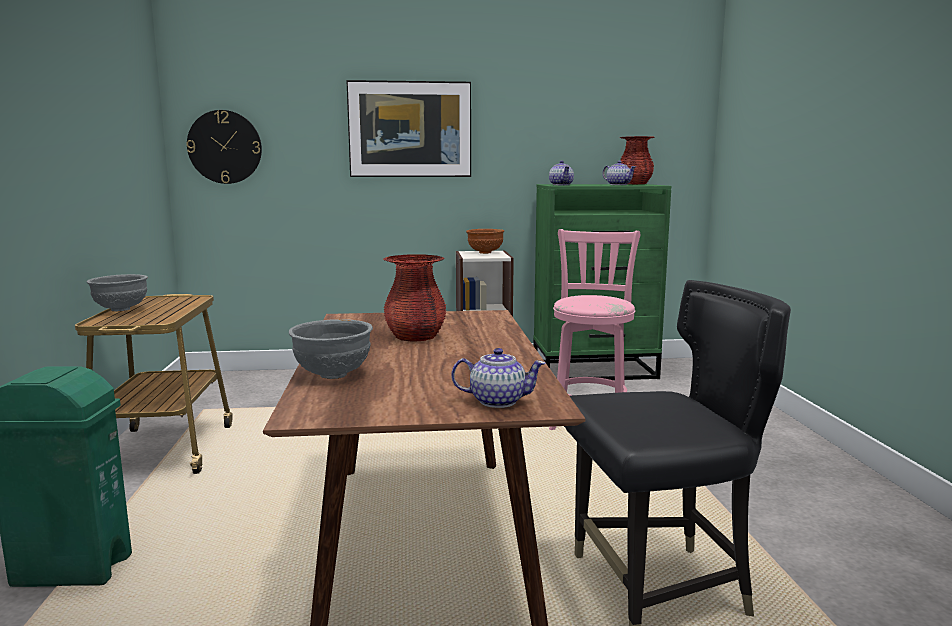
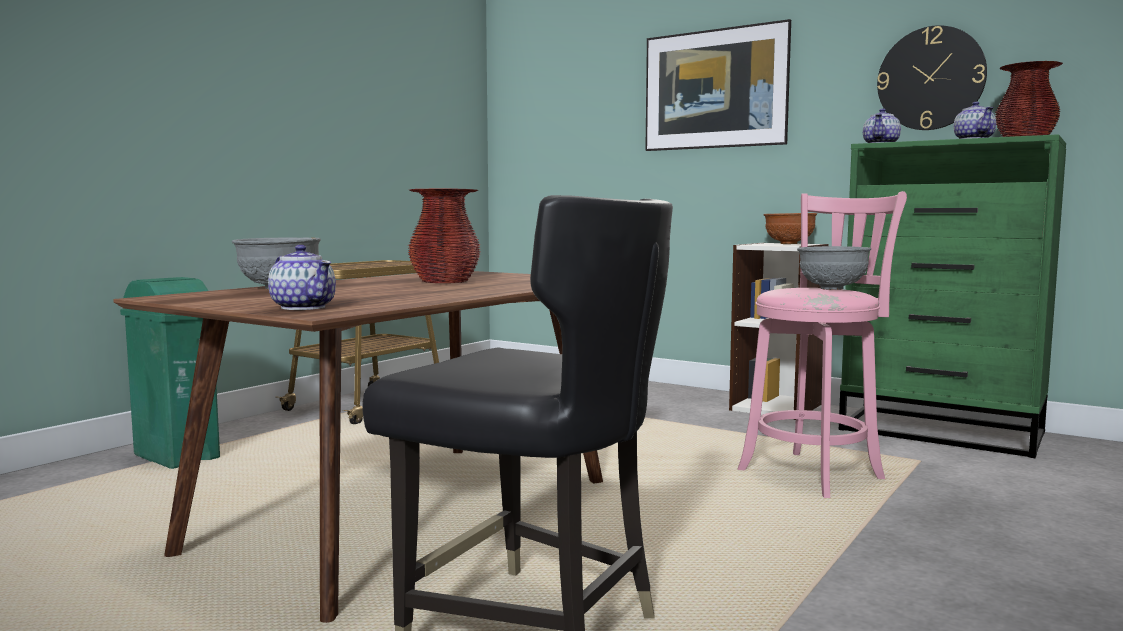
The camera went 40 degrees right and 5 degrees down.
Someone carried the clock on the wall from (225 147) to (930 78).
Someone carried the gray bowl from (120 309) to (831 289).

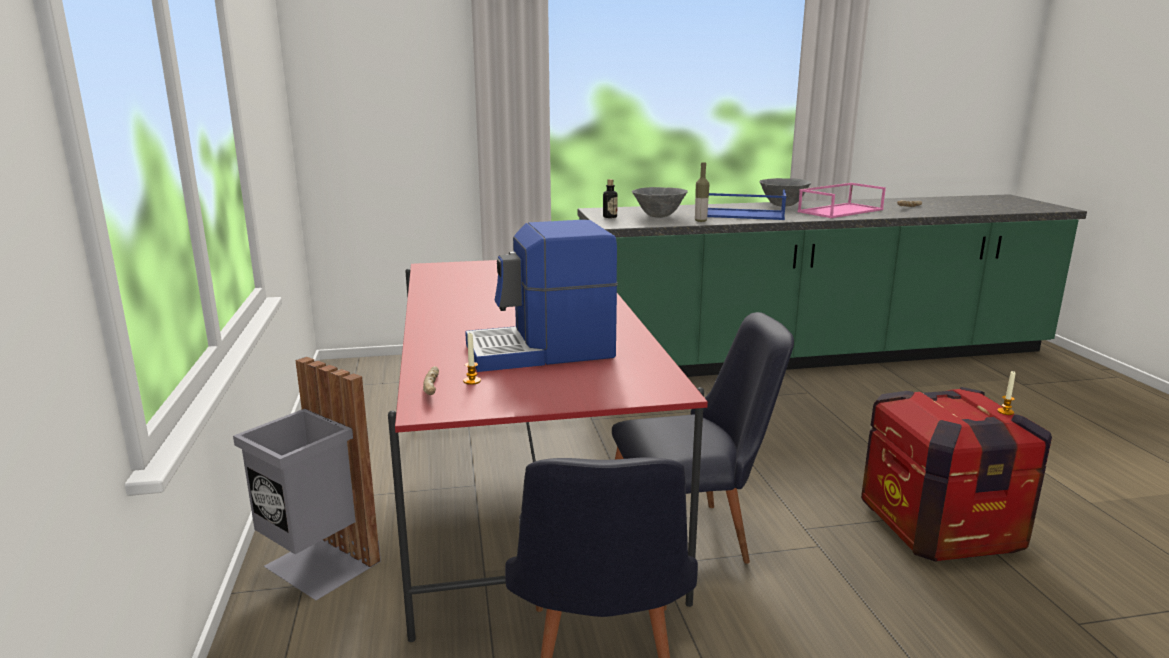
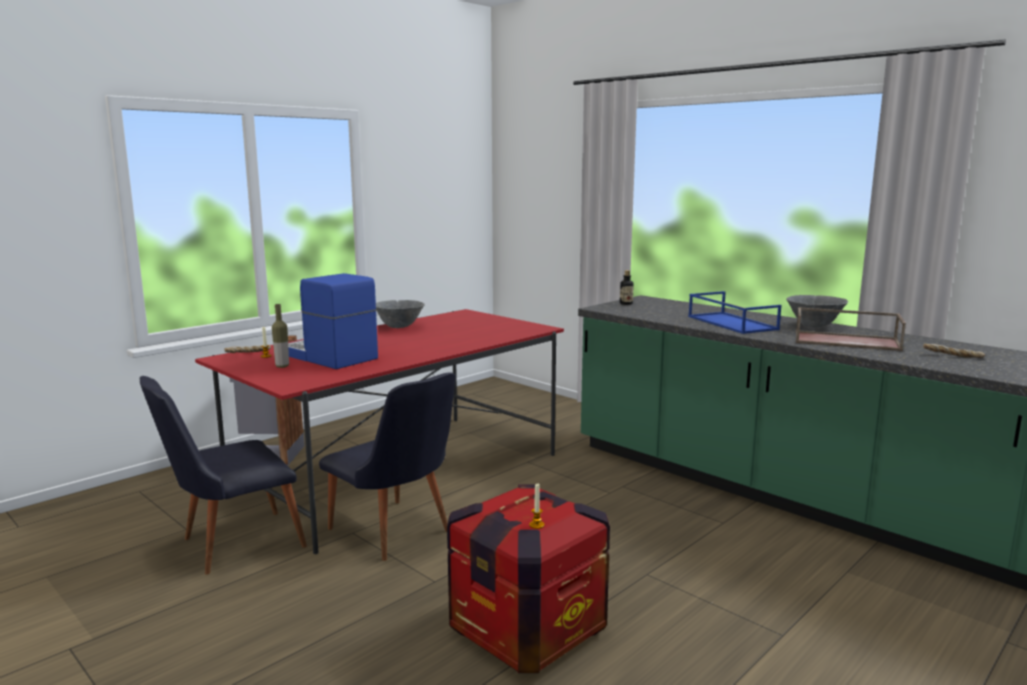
The camera went 55 degrees right and 5 degrees down.
Someone carried the bottle from (700 221) to (282 366).
Someone repainted the pink tray at (840 210), which became the brown tray at (847 341).
Someone carried the gray bowl from (658 217) to (399 327).

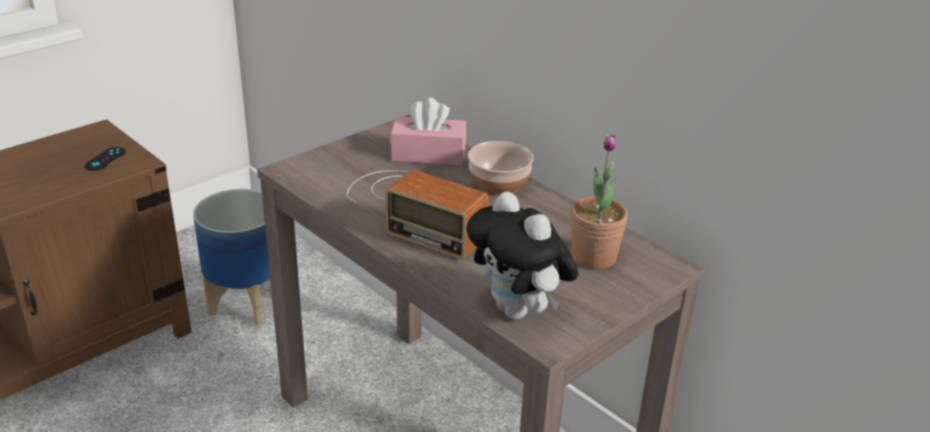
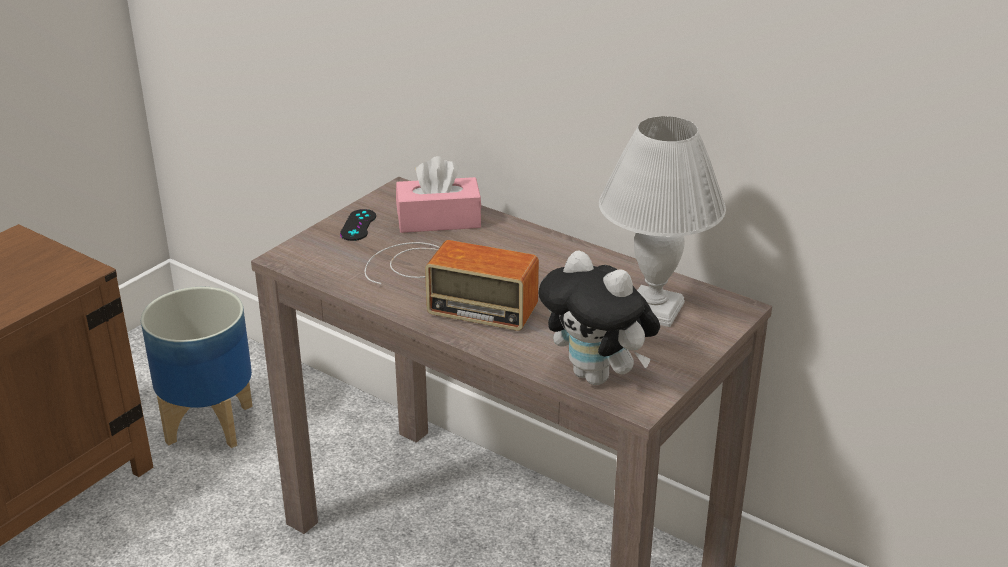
The camera went 10 degrees left and 0 degrees up.
Someone swapped the potted plant at (593 257) for the white tabletop lamp at (655 309).
Someone took away the bowl at (499 184).
Someone carried the blackish gamepad from (105 159) to (358 225).

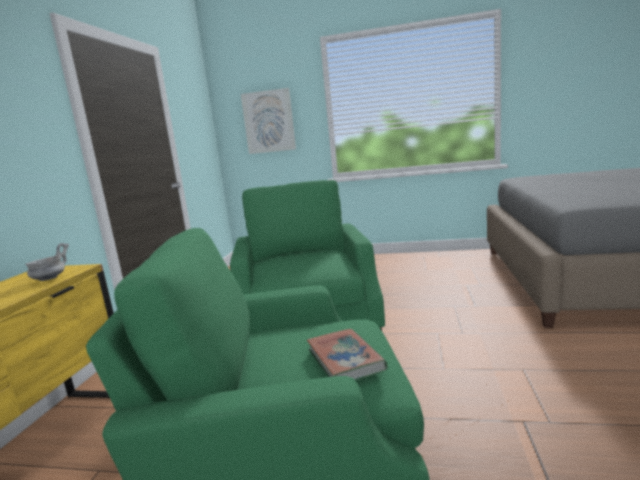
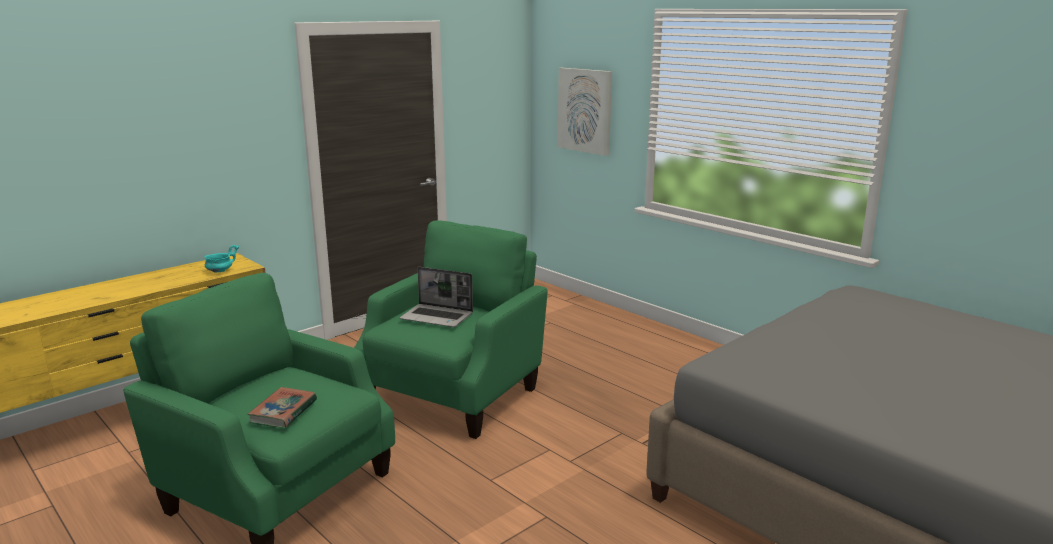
The camera went 35 degrees right and 5 degrees up.
Someone repainted the gray bowl at (50 279), which became the turquoise-coloured bowl at (220 271).
Someone put down the notebook computer at (438 317).

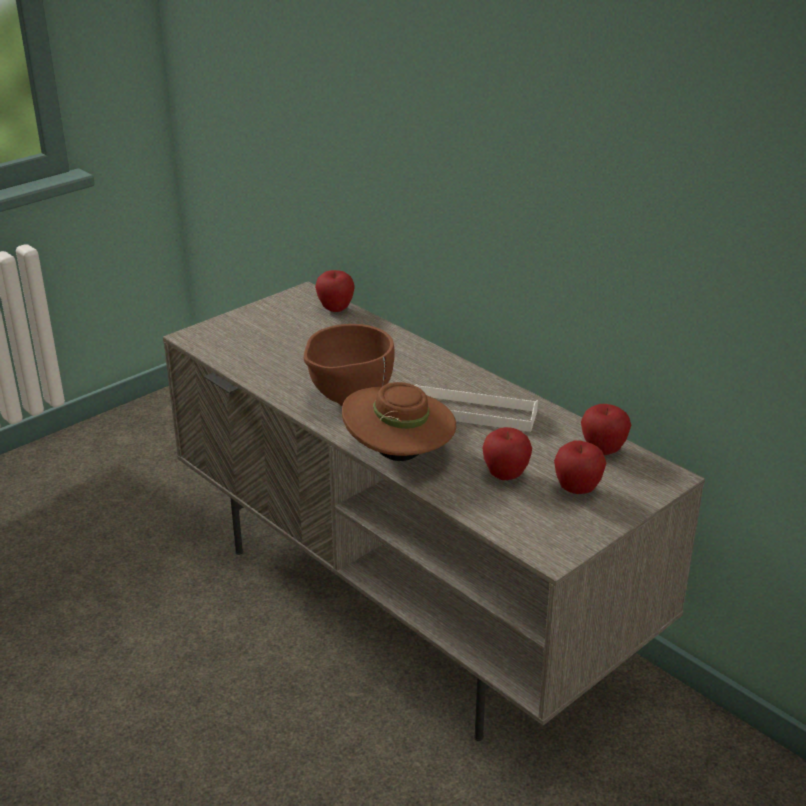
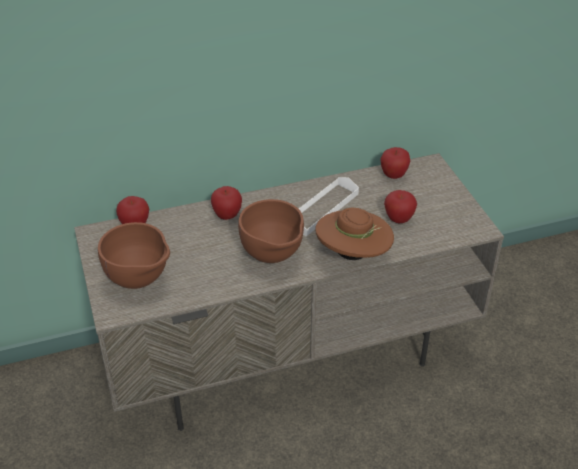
The camera went 65 degrees left and 10 degrees up.
Someone carried the apple fruit from (577 489) to (227 216).
Someone put down the brown bowl at (140 282).

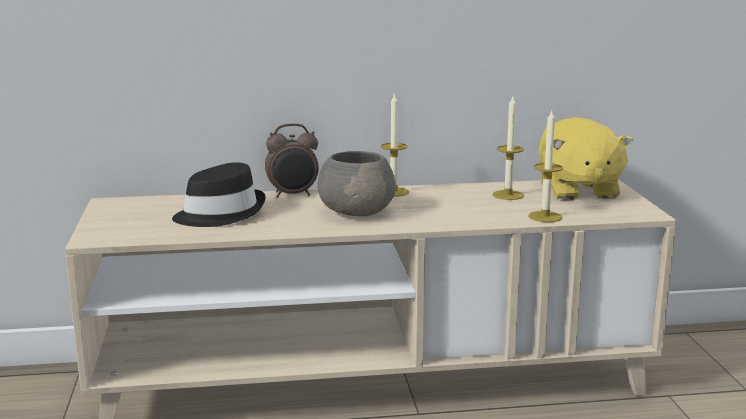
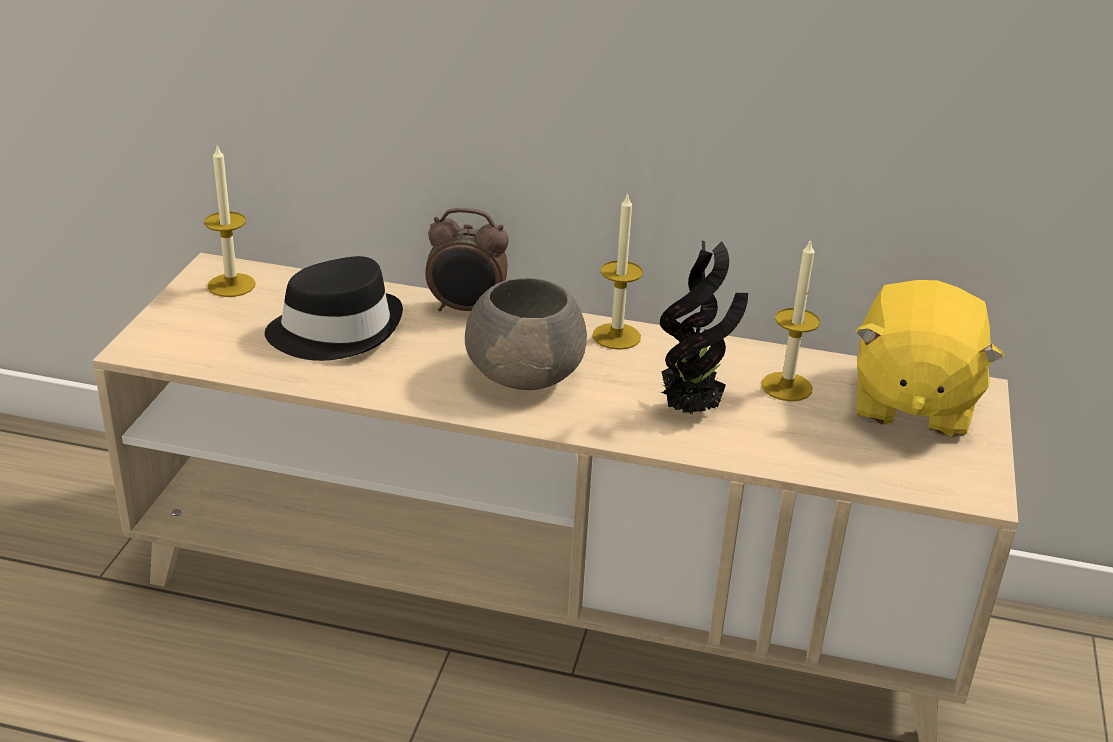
The camera went 20 degrees right and 15 degrees up.
Someone carried the candle from (545 216) to (231 285).
Someone put down the potted plant at (692 410).

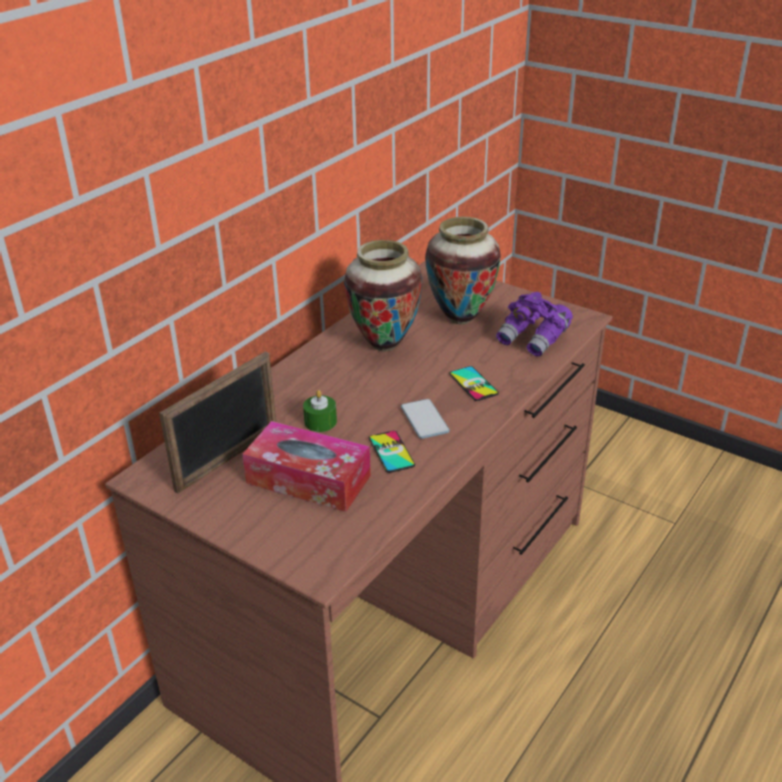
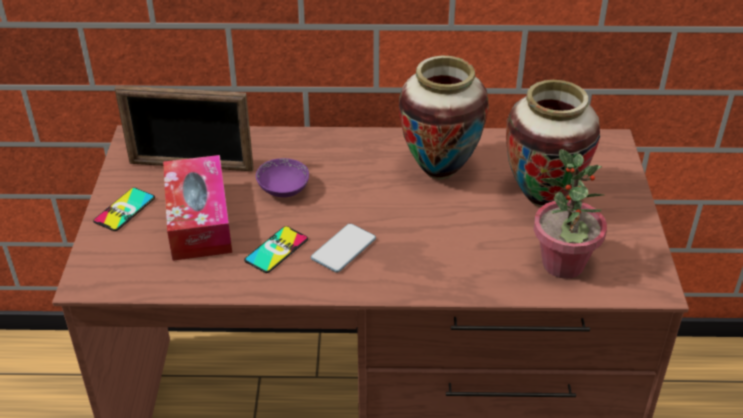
The camera went 55 degrees right and 5 degrees up.
Someone swapped the purple-coloured field glasses at (533 339) for the potted plant at (563 264).
Someone carried the phone from (473 384) to (124 209).
Someone swapped the green candle at (320 422) for the purple-coloured bowl at (283 189).

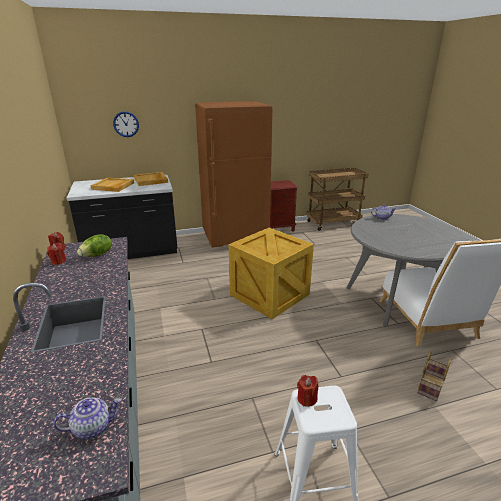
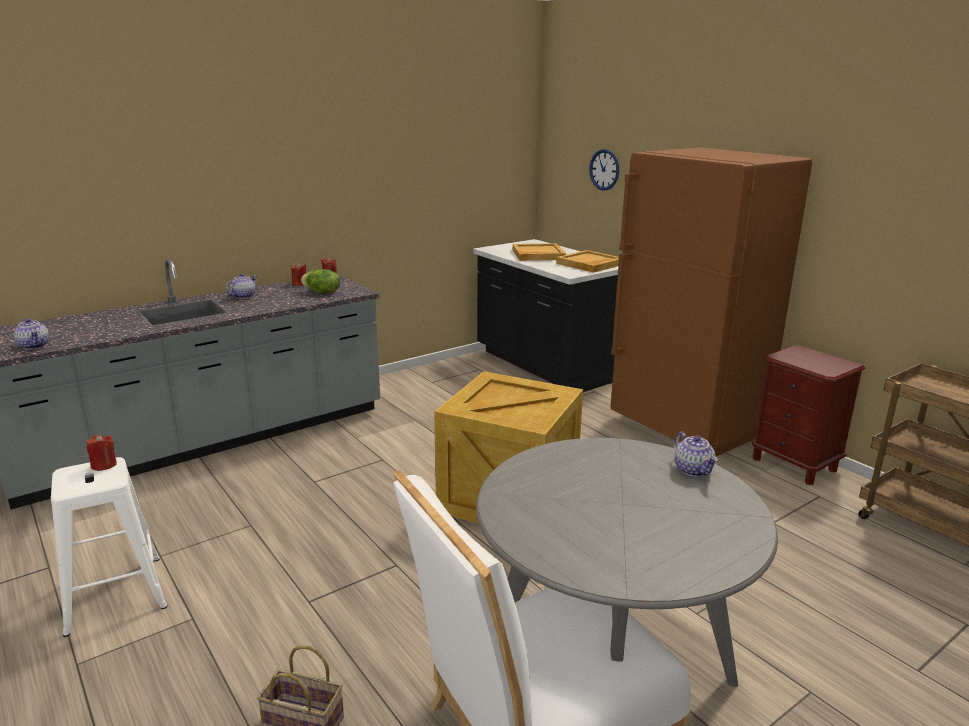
The camera went 70 degrees right and 5 degrees down.
Someone put down the pot for tea at (243 296).

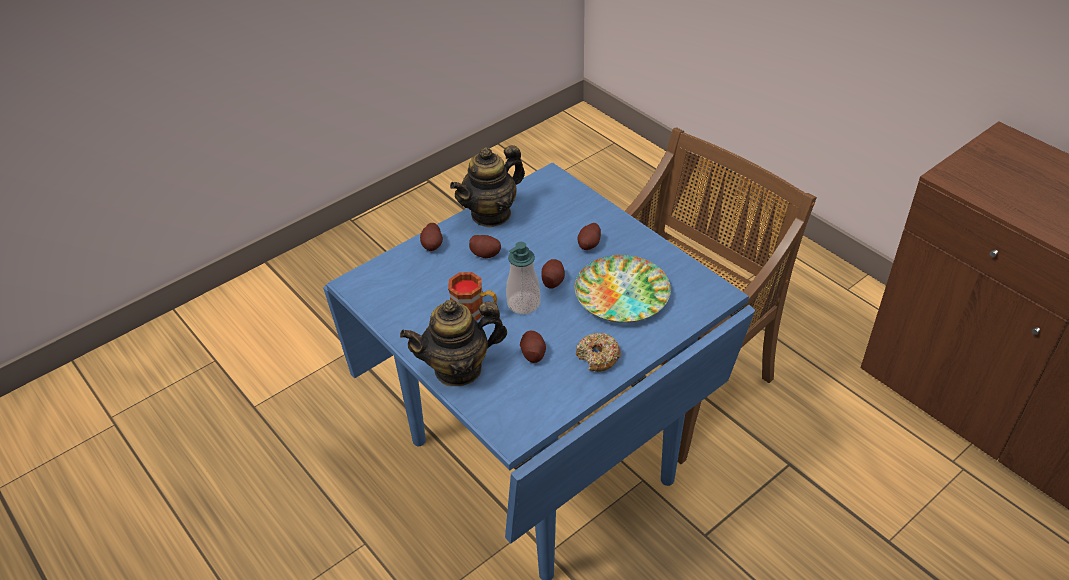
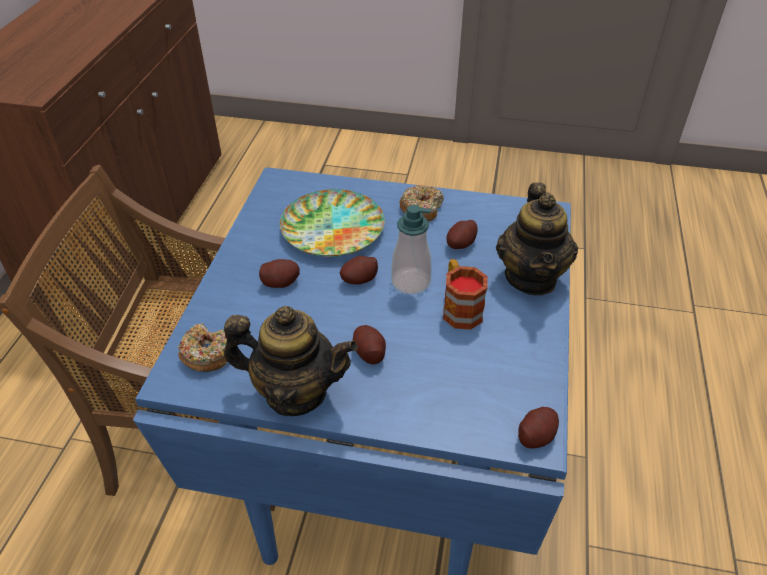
The camera went 130 degrees left and 0 degrees up.
Someone carried the whole potato from (432 245) to (536 435).
Someone rotated the pot for tea at (458 369) by 60 degrees clockwise.
Someone put down the donut at (207 354).

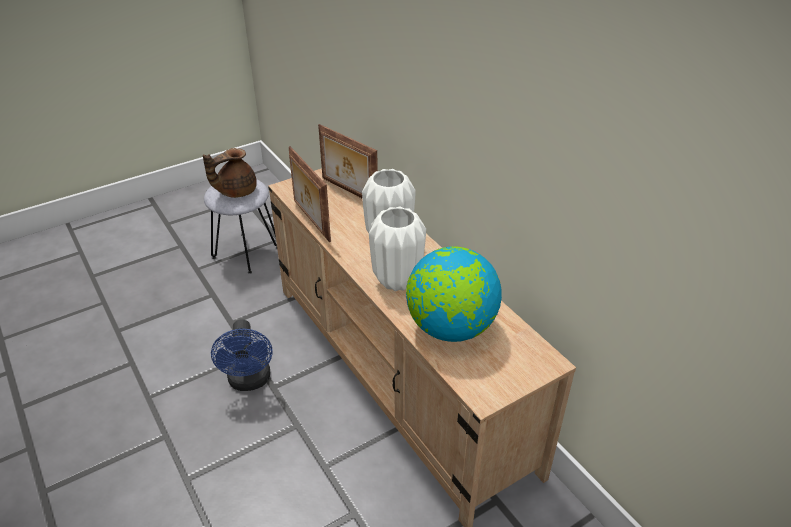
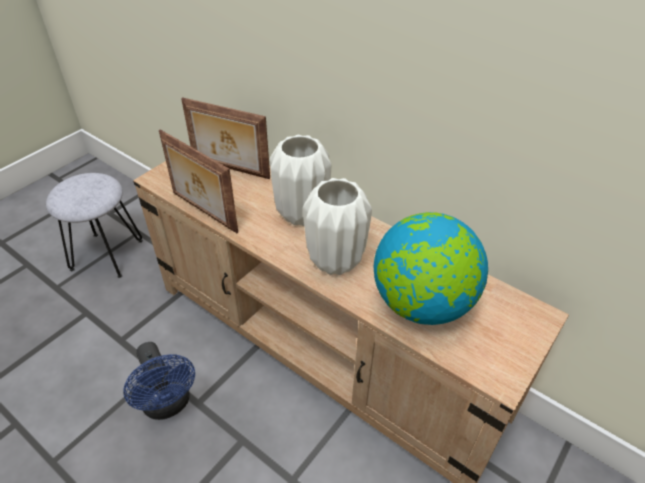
The camera went 20 degrees left and 5 degrees up.
Someone took away the brown pot for tea at (235 191).

